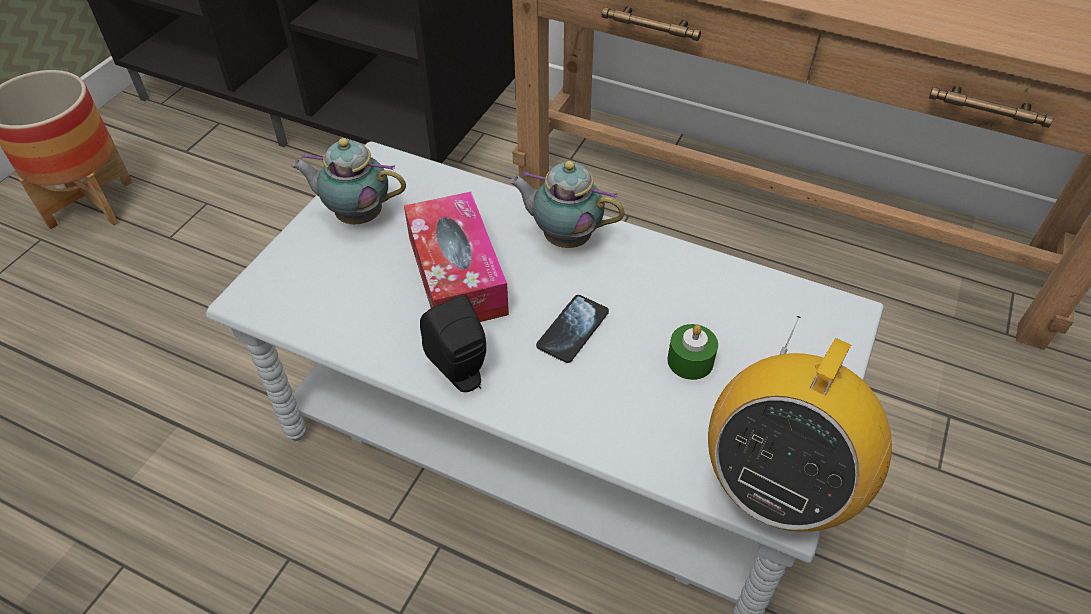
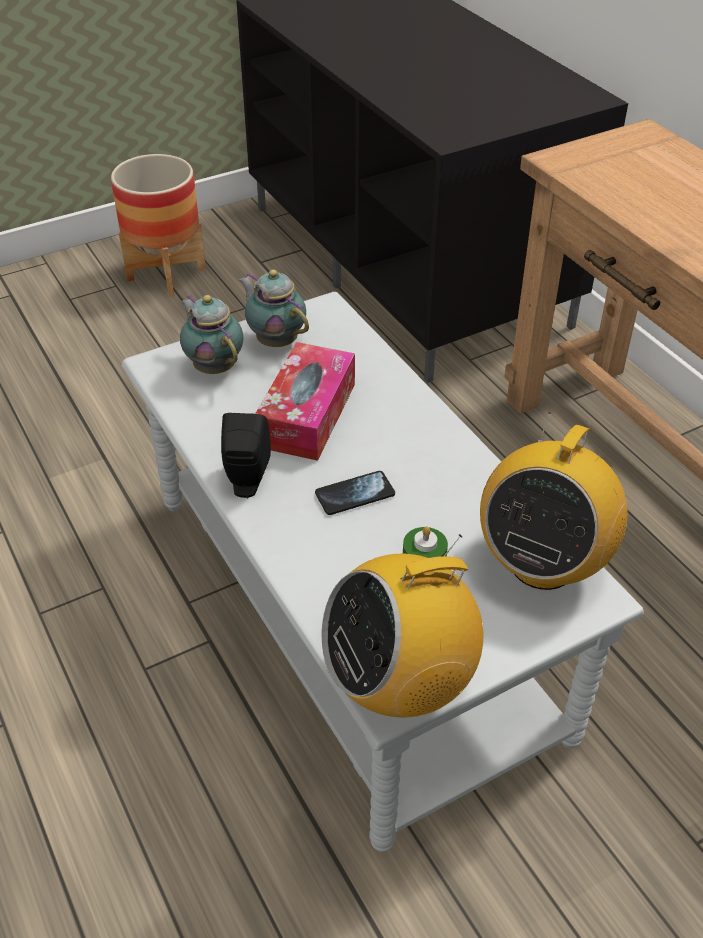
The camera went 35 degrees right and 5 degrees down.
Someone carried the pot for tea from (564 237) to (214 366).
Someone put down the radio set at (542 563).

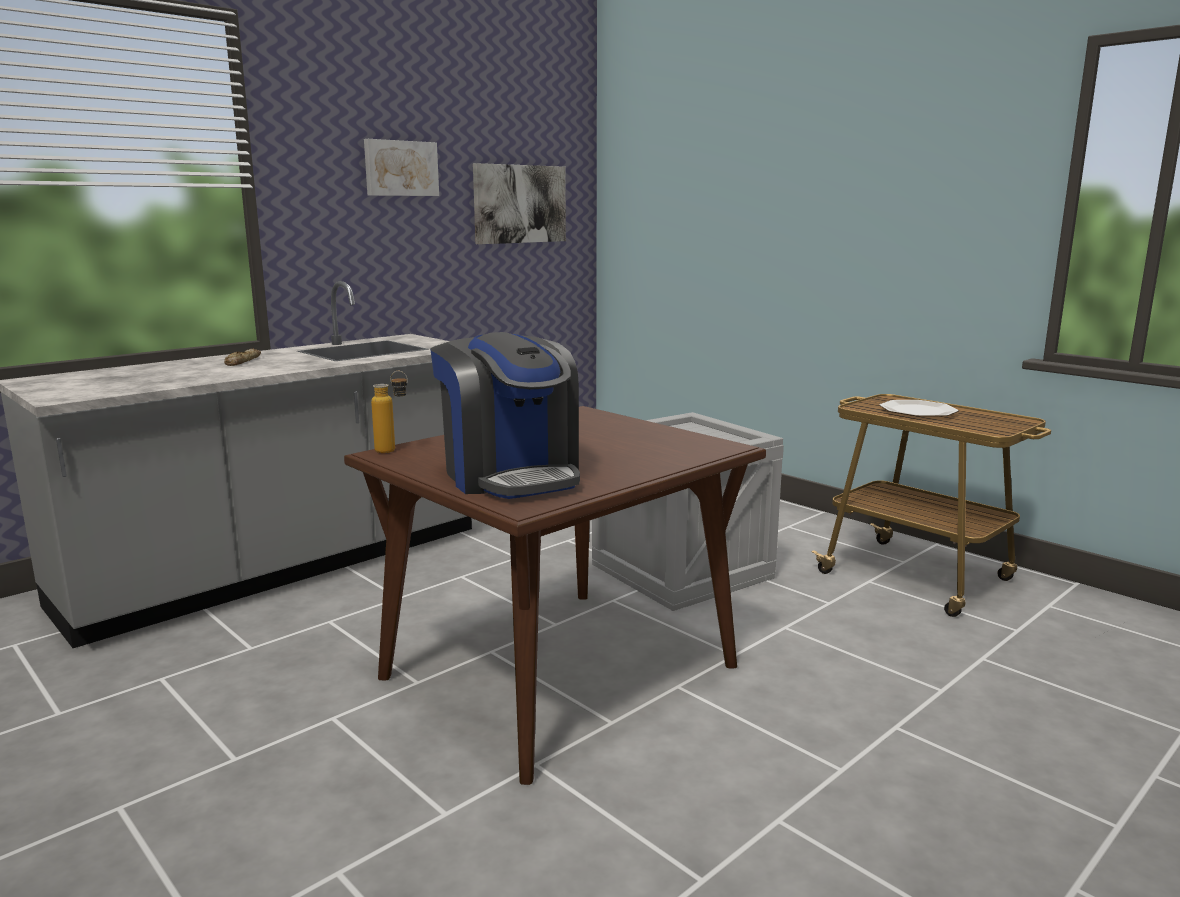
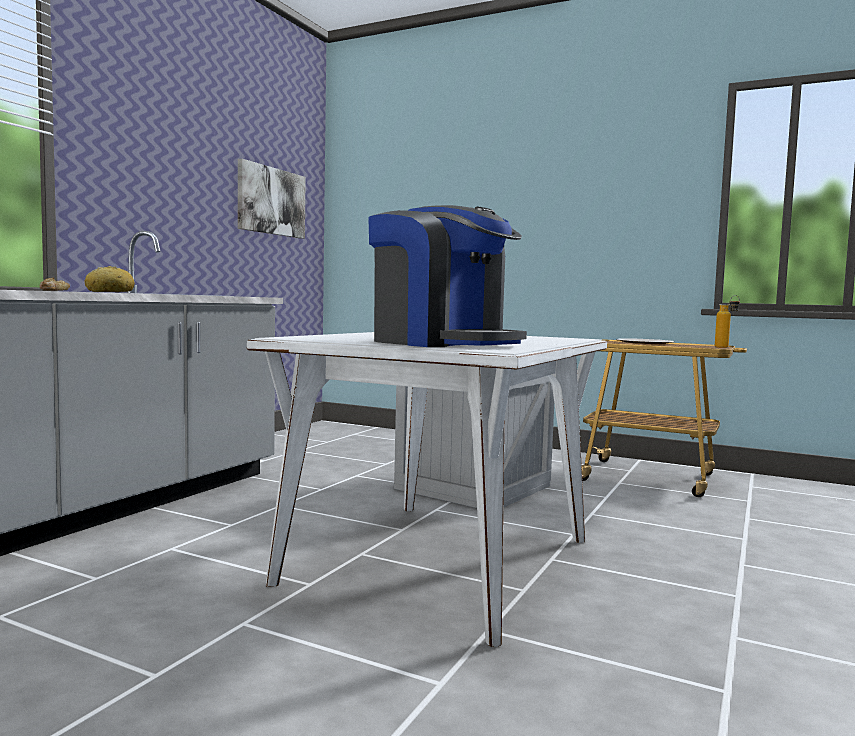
The camera went 20 degrees left and 10 degrees down.
Someone took away the picture at (400 168).
Someone carried the bottle from (393 451) to (726 347).
Someone repainted the brown kitchen table at (560 671), which became the white kitchen table at (441 560).
Someone put down the bakery bread at (109 292).

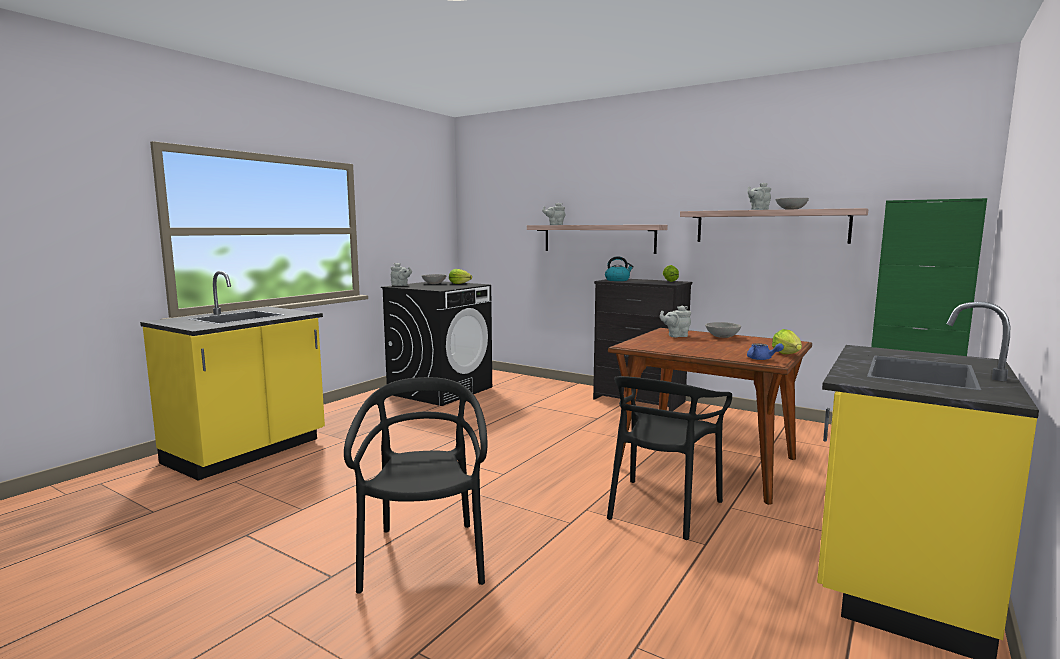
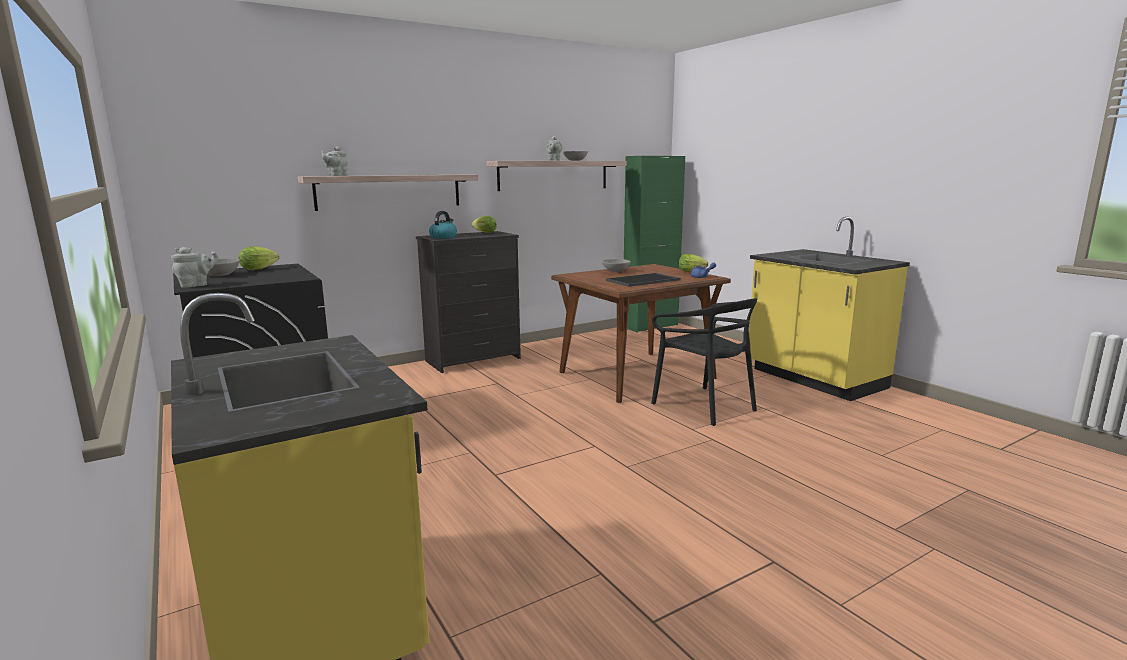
The camera went 65 degrees left and 5 degrees up.
Someone took away the gray pot for tea at (676 336).
Someone took away the blackish chair at (424 557).
Someone put down the tray at (643 280).

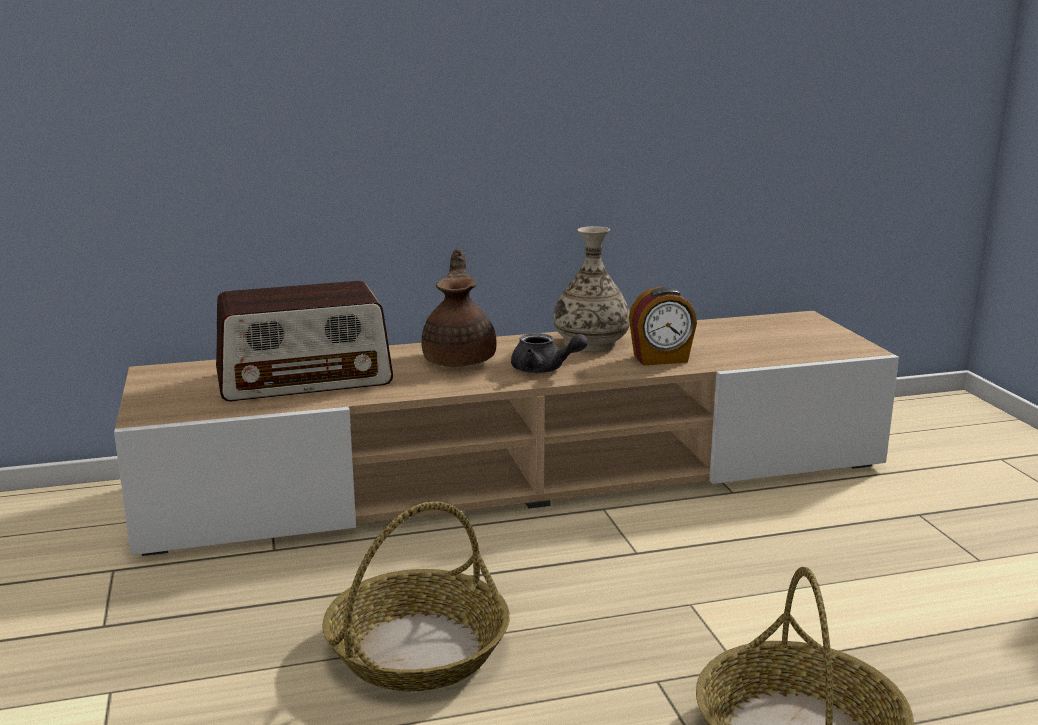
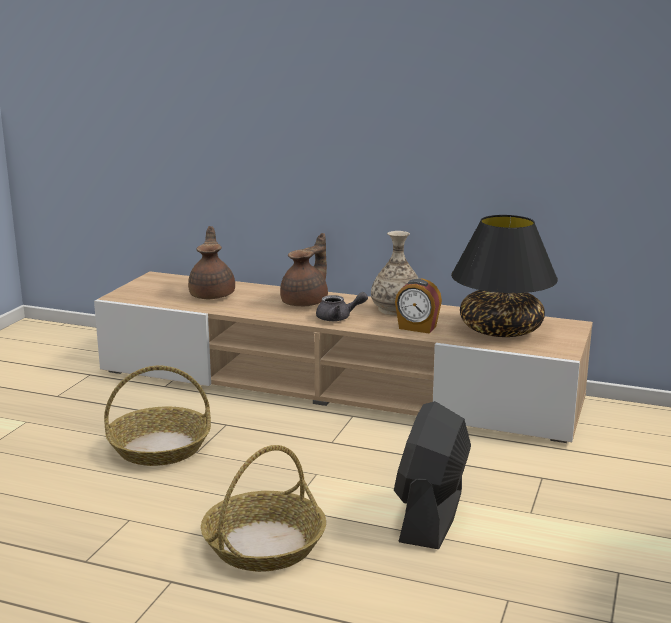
The camera went 35 degrees right and 0 degrees up.
Someone swapped the radio set at (305 378) for the brown pot for tea at (213 295).
Someone rotated the gray pot for tea at (544 369) by 60 degrees counterclockwise.
Someone put down the blackish tabletop lamp at (500 330).
Someone put down the blackish cooling fan at (431 516).

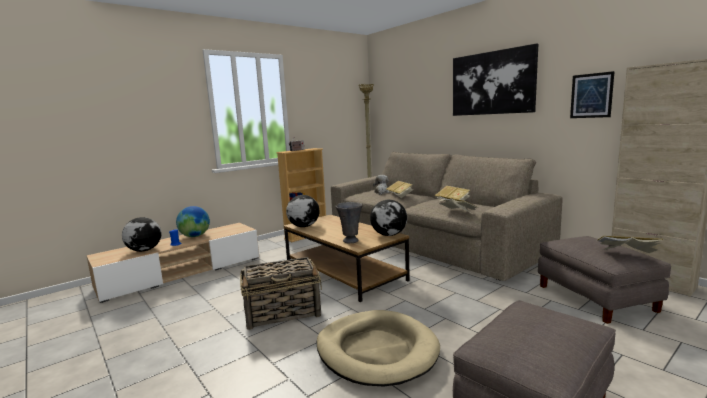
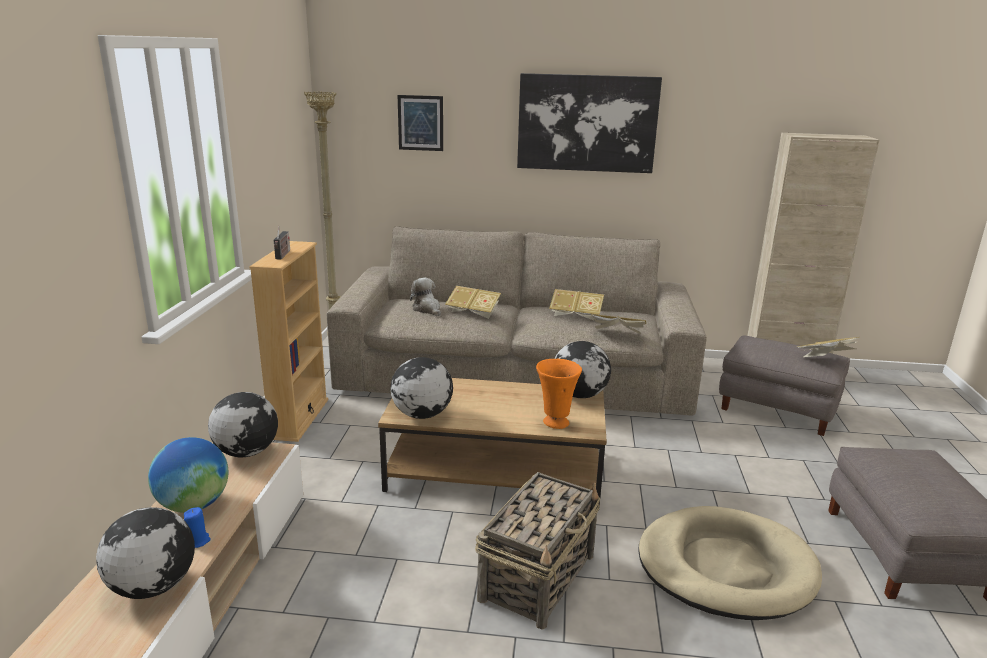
The camera went 45 degrees left and 10 degrees up.
Someone carried the picture from (591 95) to (420 123).
Someone repainted the gray flower vase at (350 241), which became the orange flower vase at (555 422).
Someone put down the desk globe at (246 452).

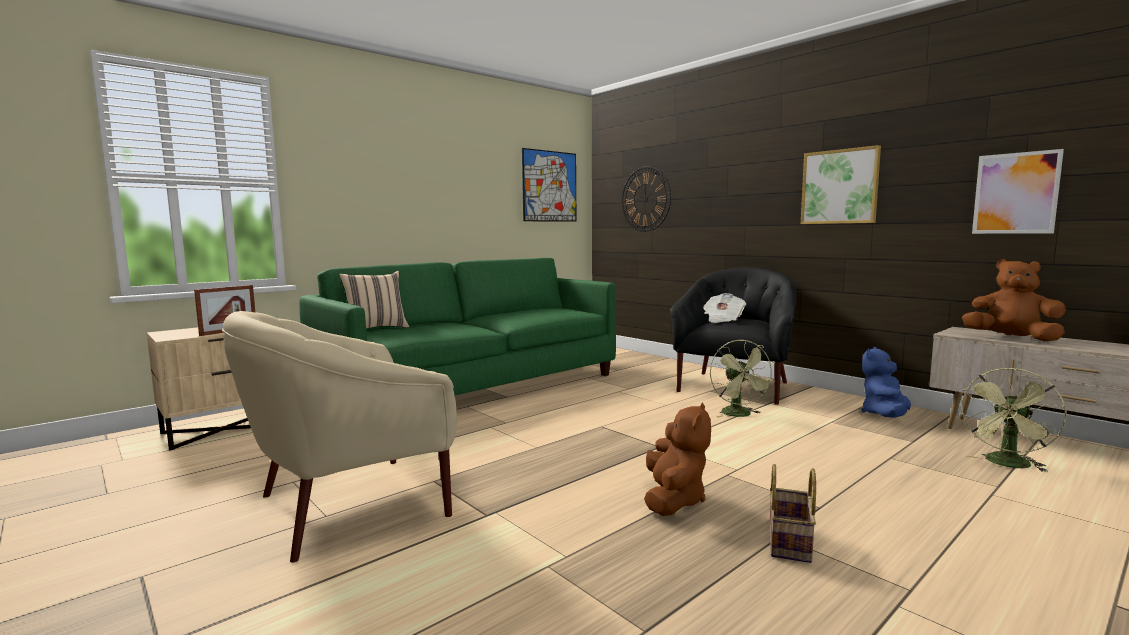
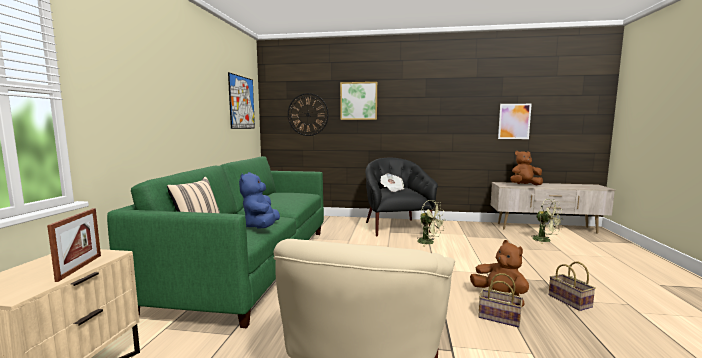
The camera went 40 degrees left and 0 degrees up.
Someone carried the picture from (839 187) to (358 101).
Someone carried the blue-coloured plush toy from (885 415) to (261 227).
Someone rotated the green cooling fan at (1008 465) by 45 degrees counterclockwise.
Someone put down the storage basket at (498 318).

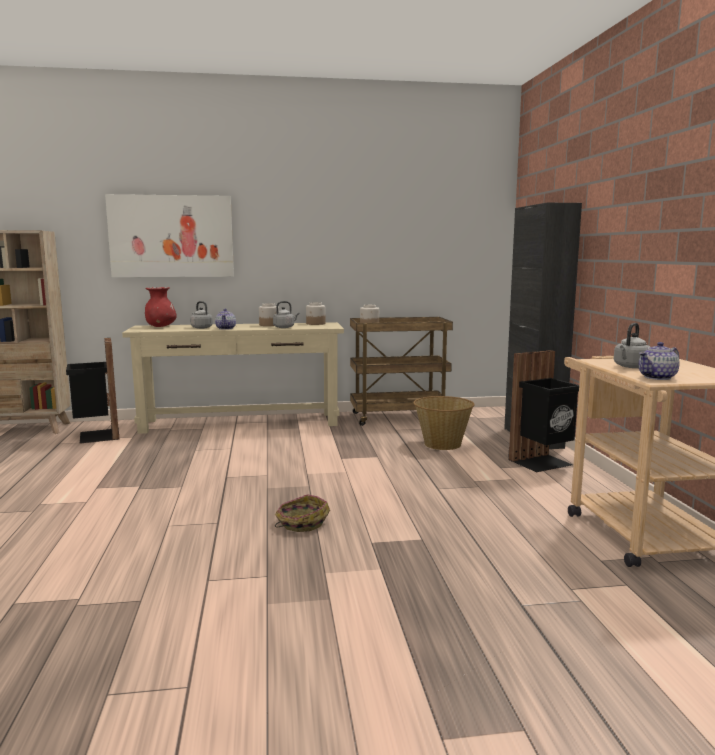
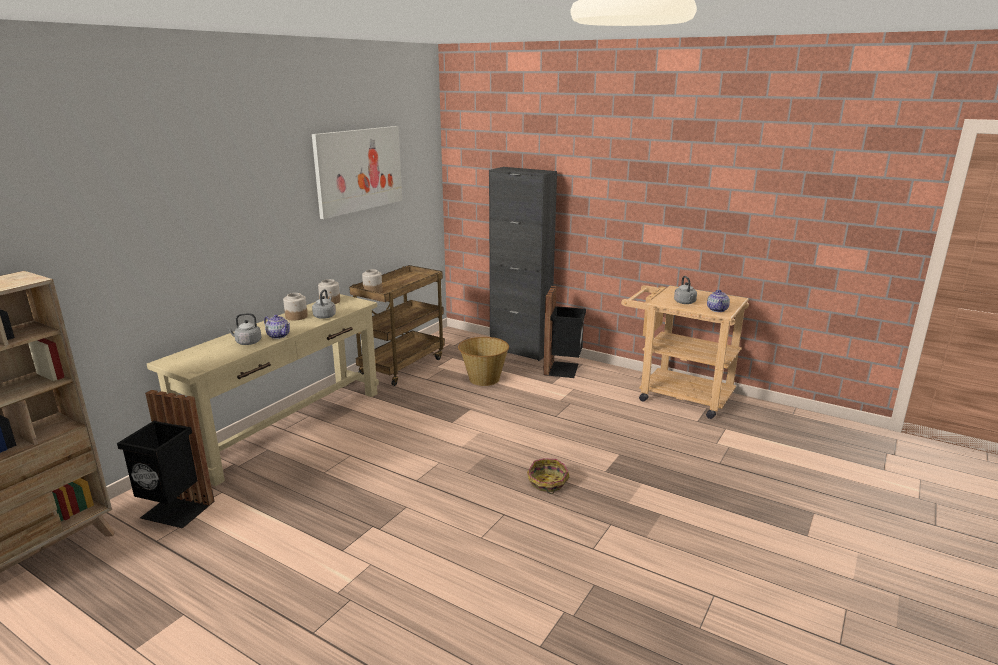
The camera went 50 degrees left and 10 degrees up.
Someone carried the picture from (171 236) to (359 170).
Someone took away the red-coloured flower vase at (160 326).

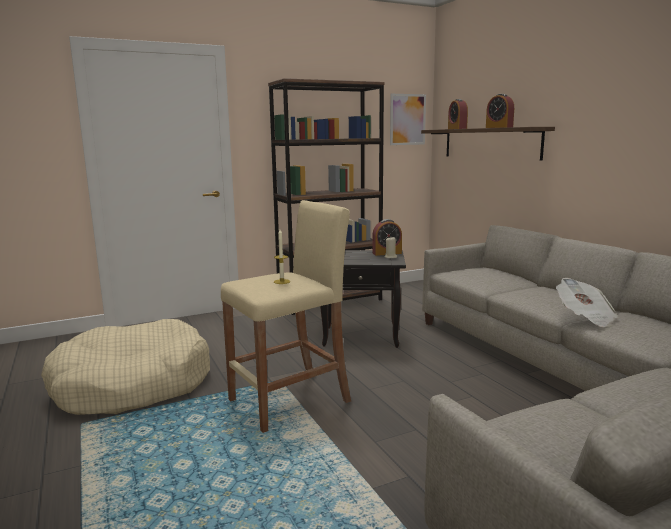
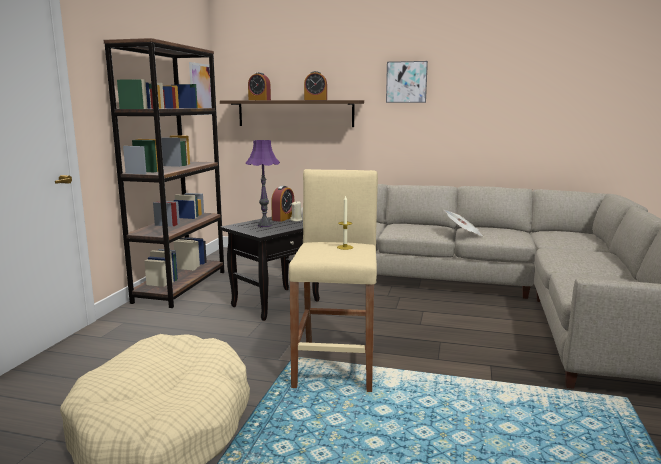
The camera went 50 degrees left and 0 degrees up.
Someone put up the picture at (406 82).
Someone put down the purple-coloured tabletop lamp at (264 225).

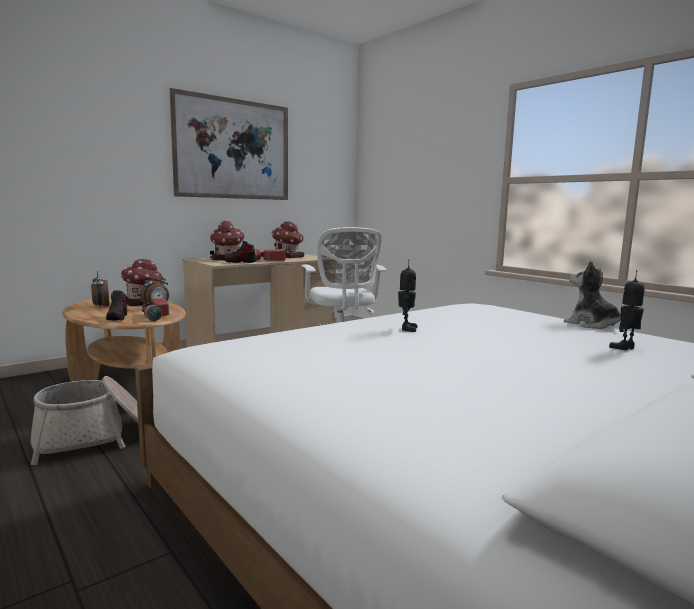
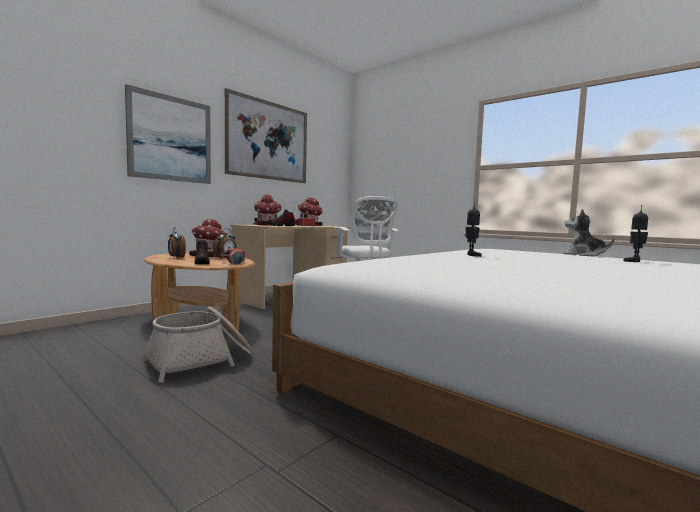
The camera went 10 degrees left and 5 degrees down.
Someone put up the picture at (171 138).

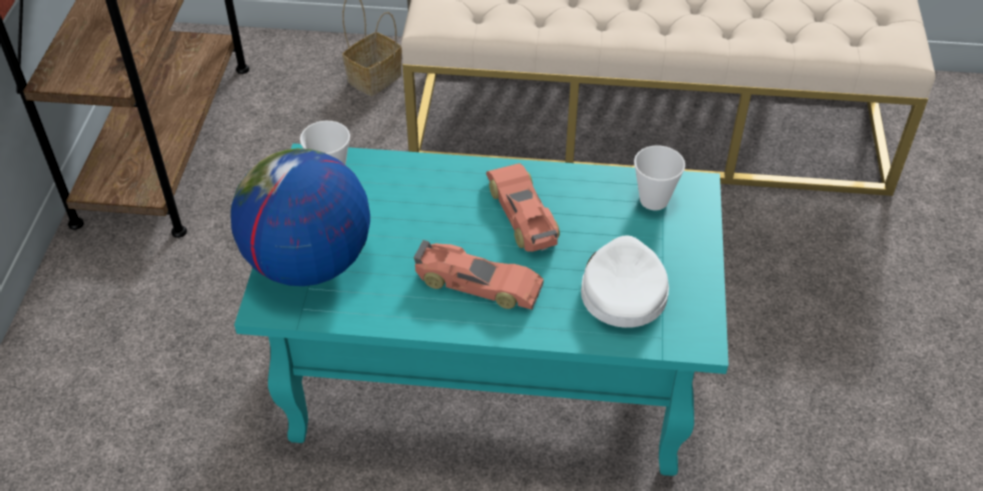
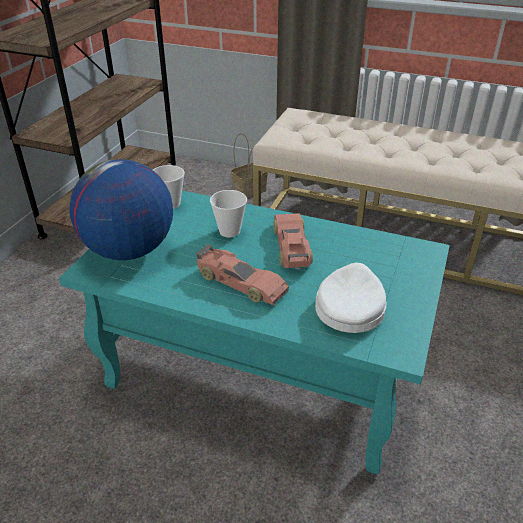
The camera went 15 degrees right and 10 degrees down.
Someone carried the small cup from (654 200) to (229 231).

